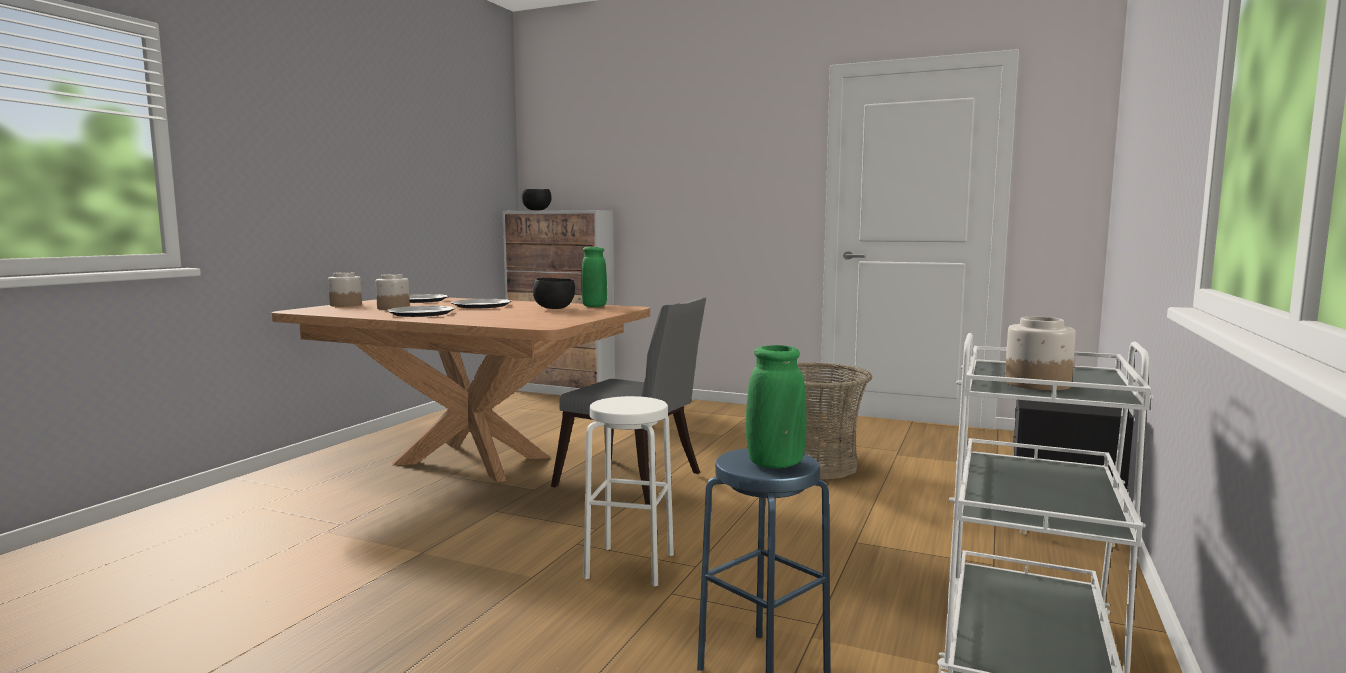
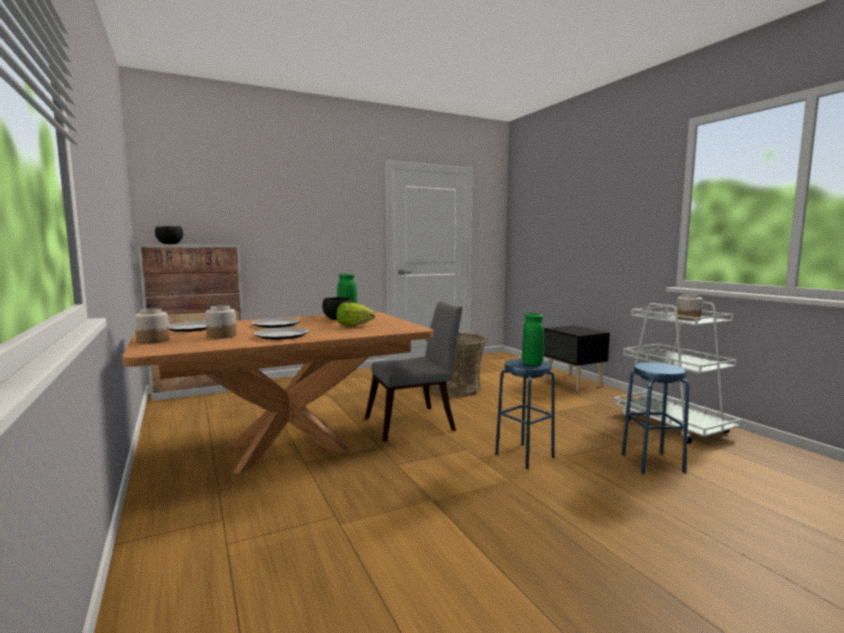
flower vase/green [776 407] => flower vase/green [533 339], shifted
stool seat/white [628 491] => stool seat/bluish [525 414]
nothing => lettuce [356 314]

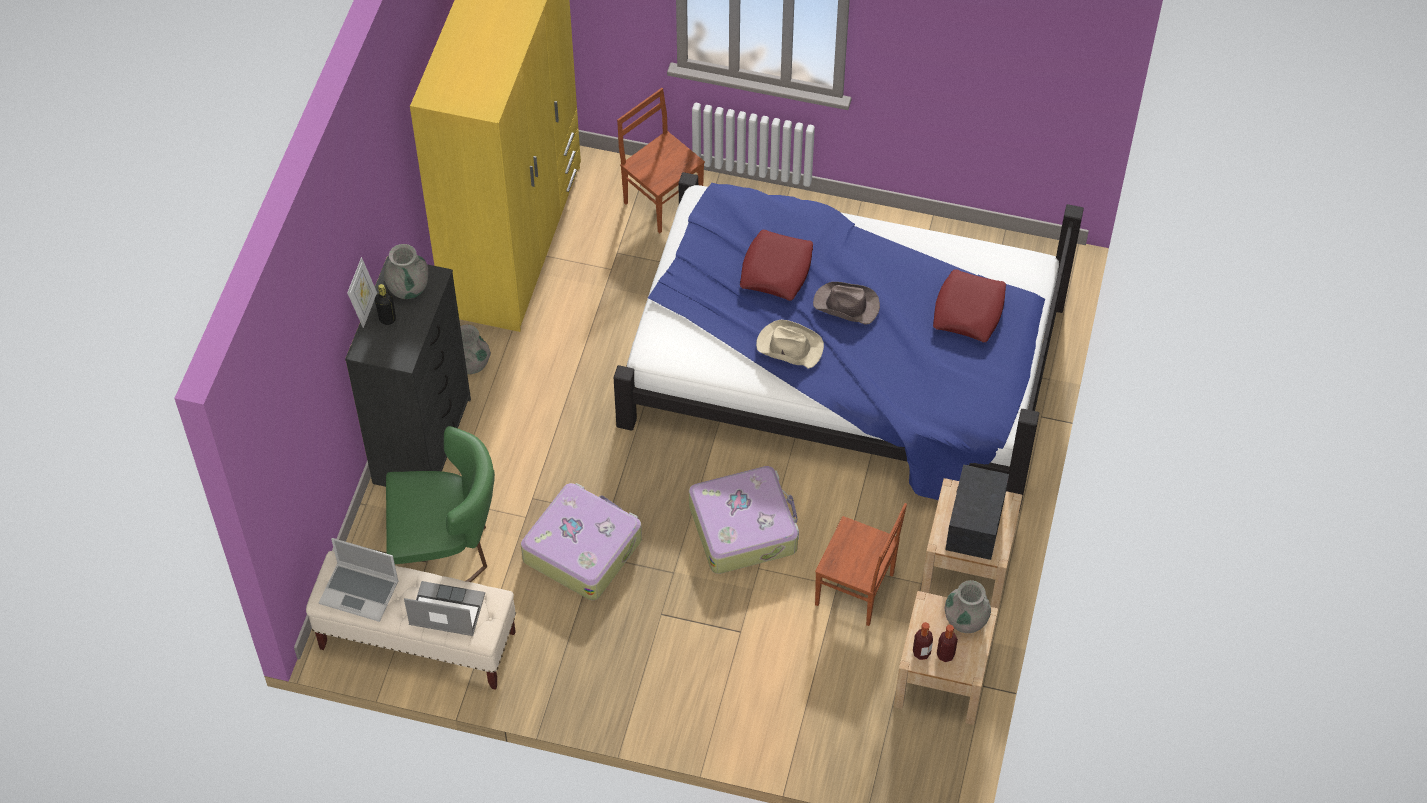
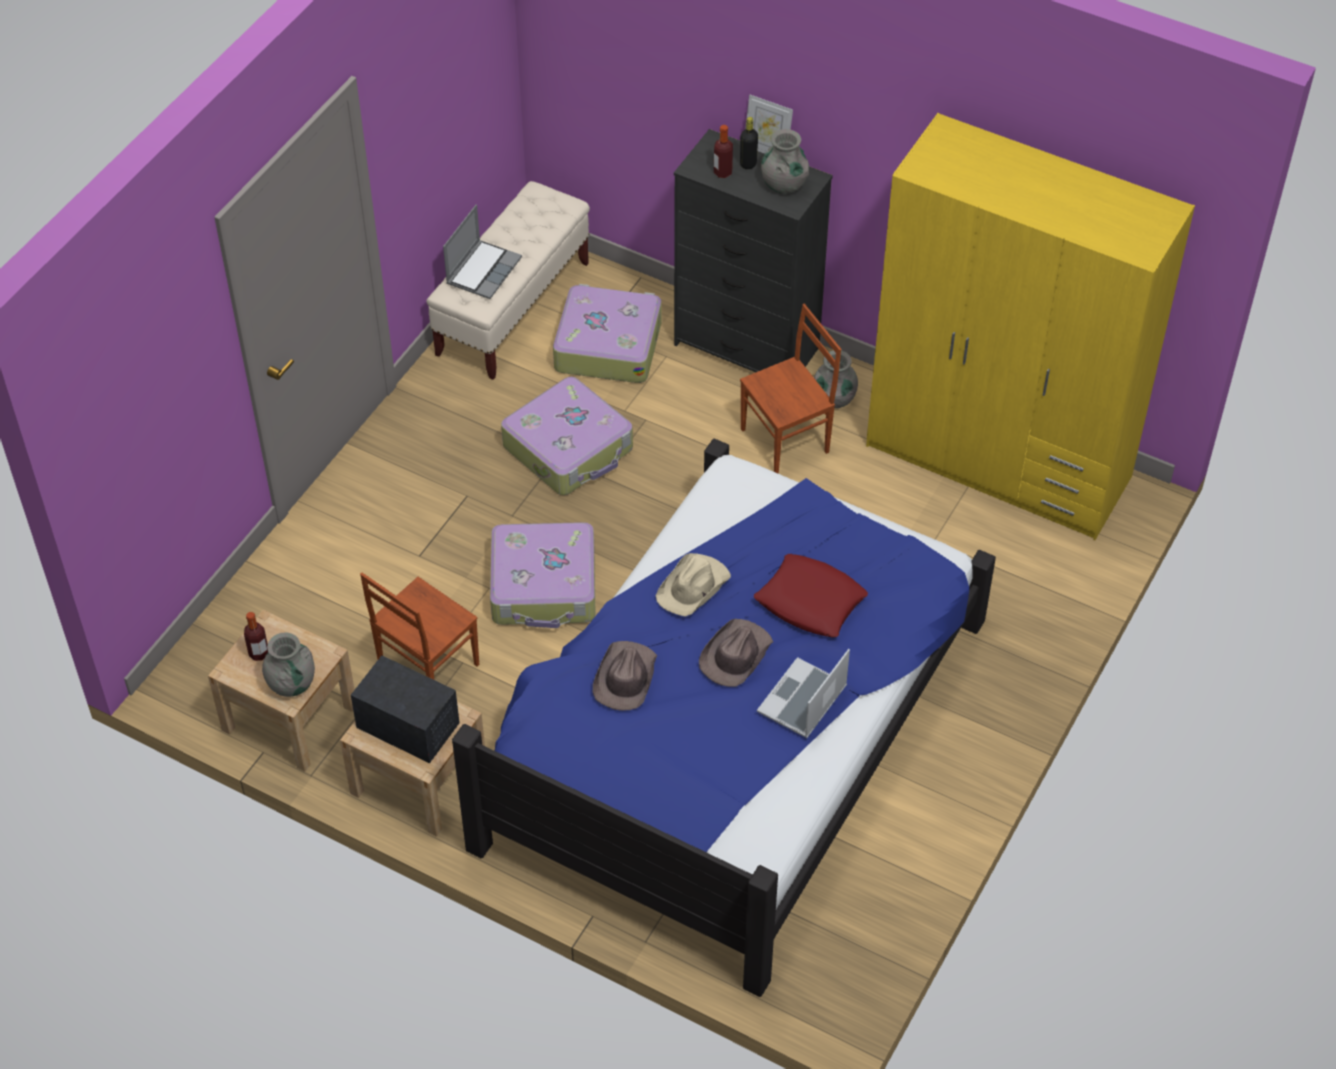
plain chair/brownish [661 160] => plain chair/brownish [790 389], shifted
throw pillow/reddish [969 305] => nothing
plain chair/green [440 504] => piece of luggage [607 333]
notebook computer [359 580] => notebook computer [803 693], shifted
drink bottle [923 641] => drink bottle [723 151], shifted
nothing => wearable hat/brownish [625 676]

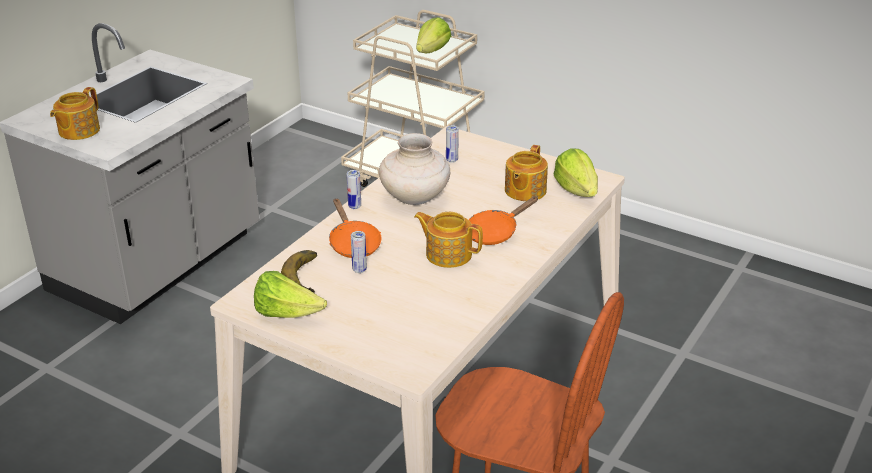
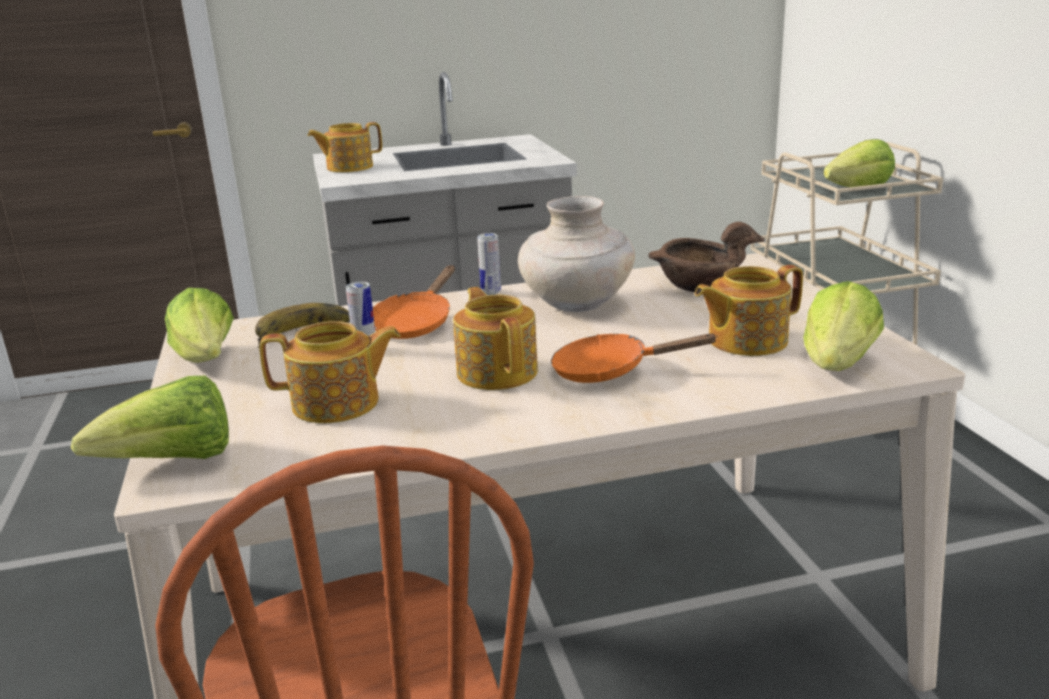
can [452 144] => serving bowl/brownish [706 257]
nothing => teapot [330 372]
nothing => lettuce [150 417]

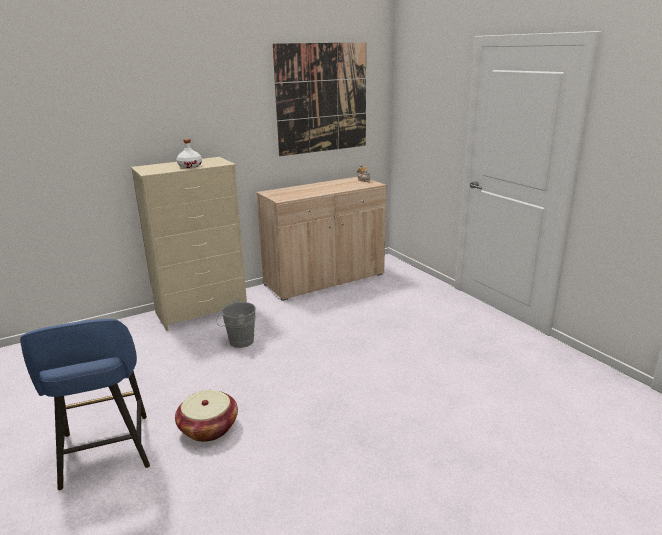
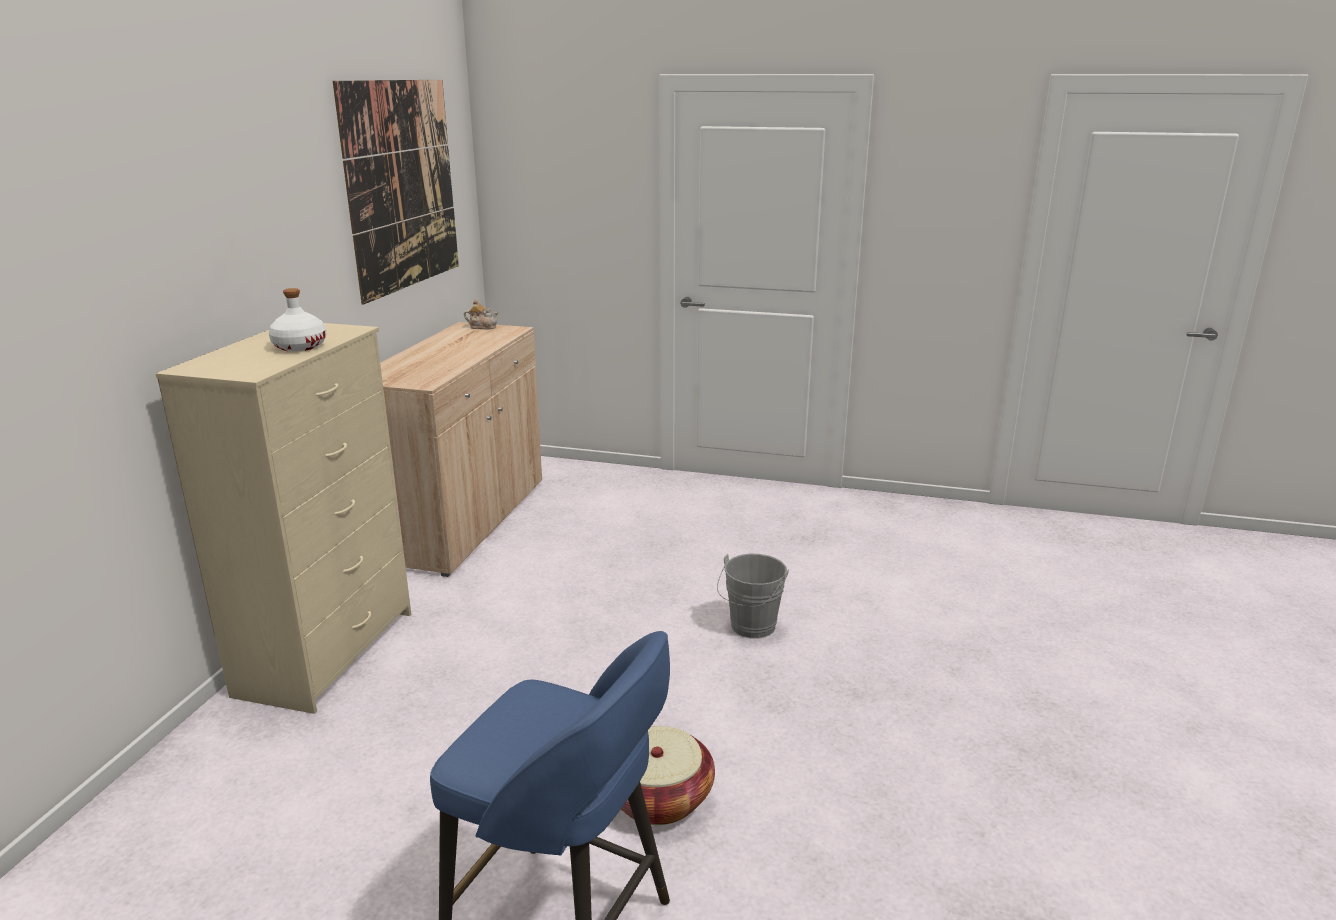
bucket/grey [236 323] => bucket/grey [753 596], shifted

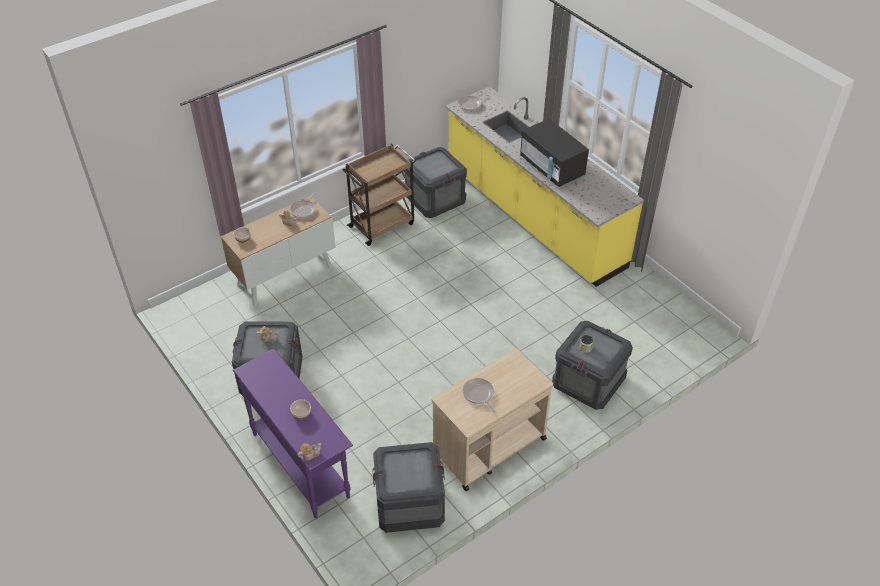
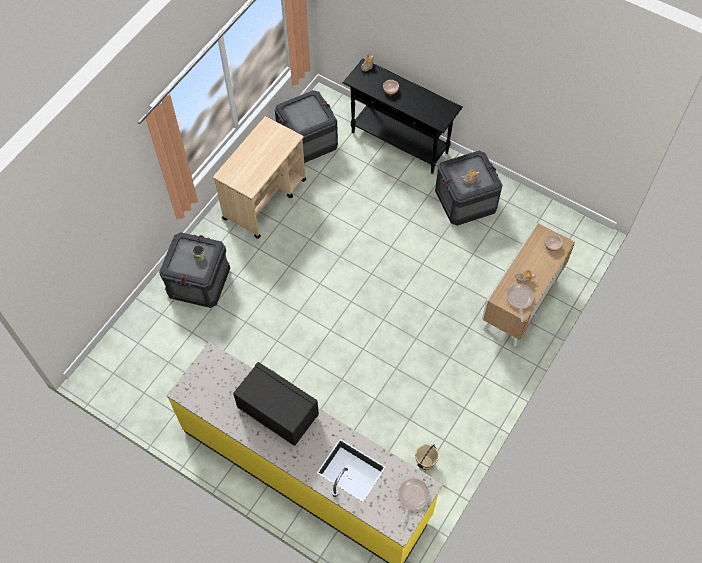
wheeled cart/brownish [379 195] => nothing
crate [435 182] => bucket/beige-coloured [427 457]
hall table/purple-coloured [293 433] => hall table/black-coloured [403 116]
frying pan [480 396] => nothing

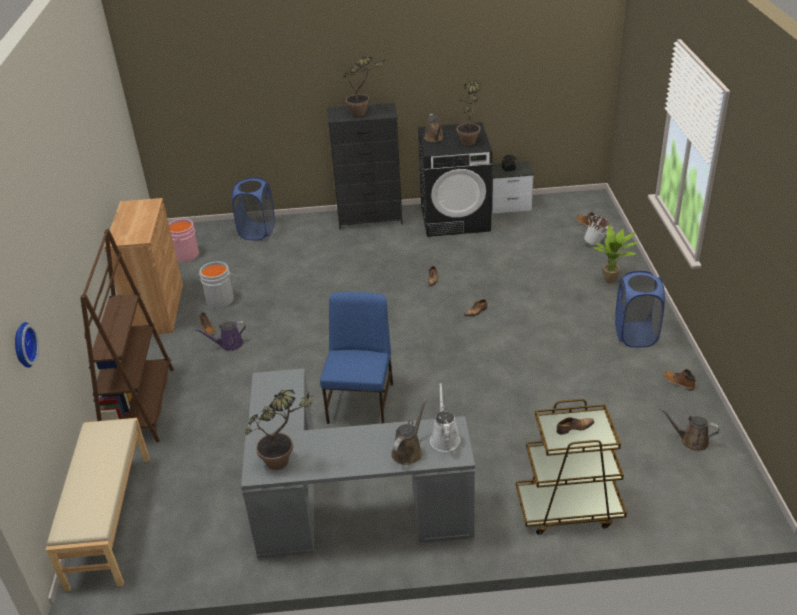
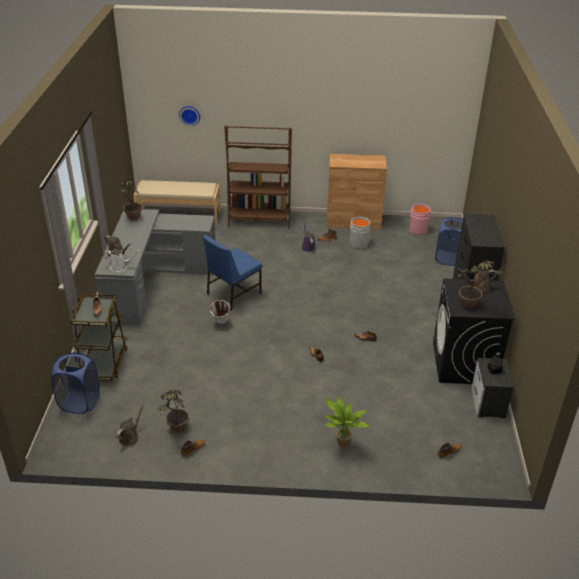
potted plant [362 86] => potted plant [173 411], shifted
bucket/white [598 230] => bucket/white [220 312], shifted
hamper/bluish [640 309] => hamper/bluish [75 383], shifted
plain chair/bluish [356 358] => plain chair/bluish [232 272], 120 degrees clockwise

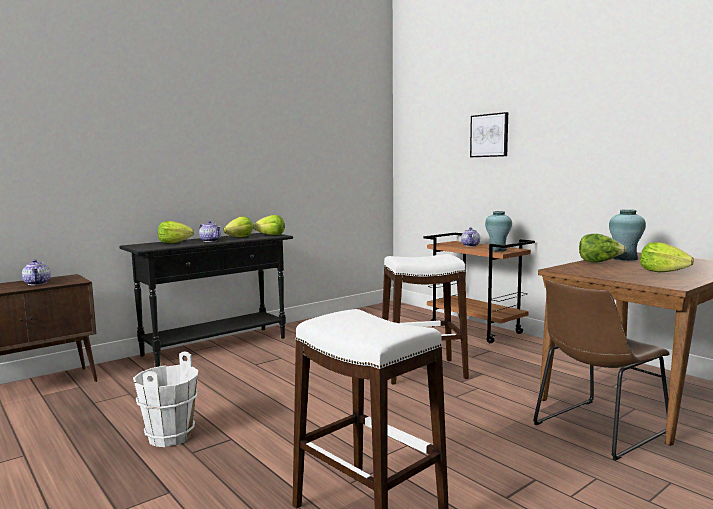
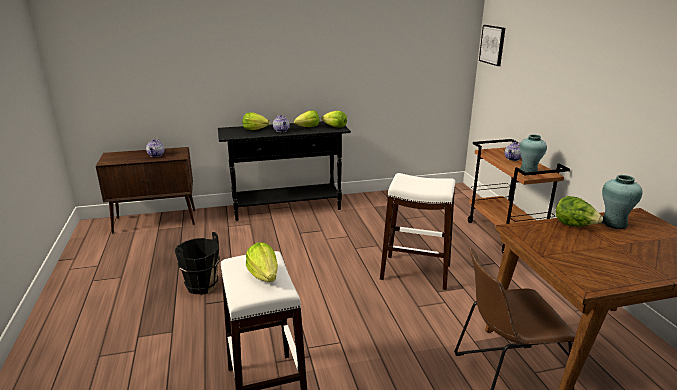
wall picture [489 134] => wall picture [492 45], shifted
lettuce [667 257] => lettuce [262 262], shifted
bucket/white [165 399] => bucket/black-coloured [197 263]

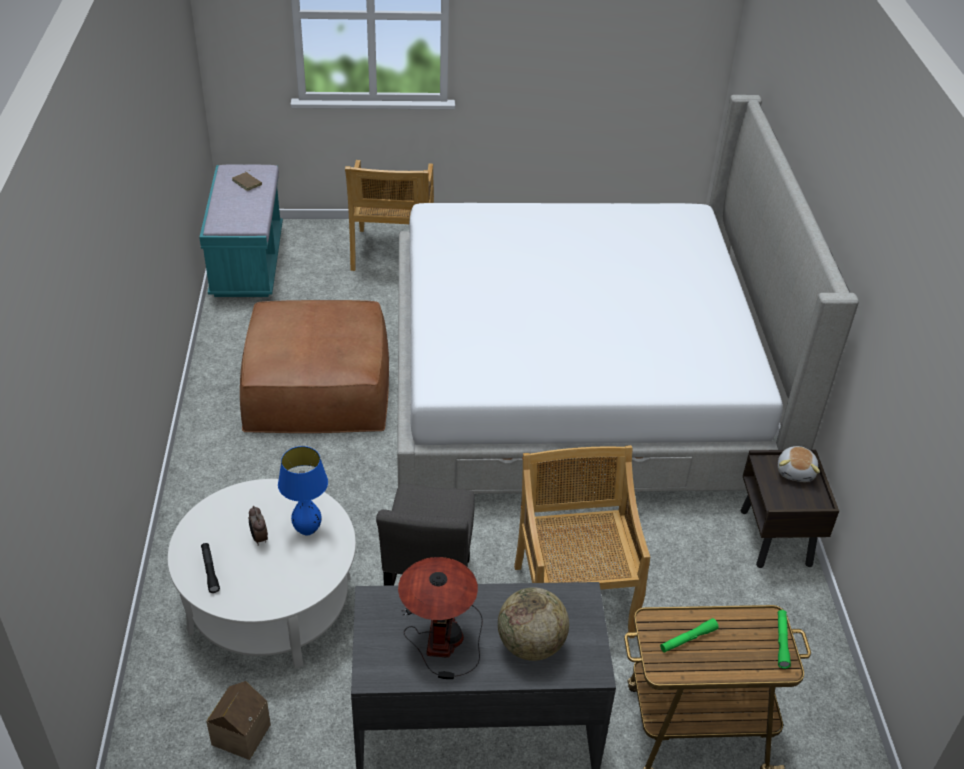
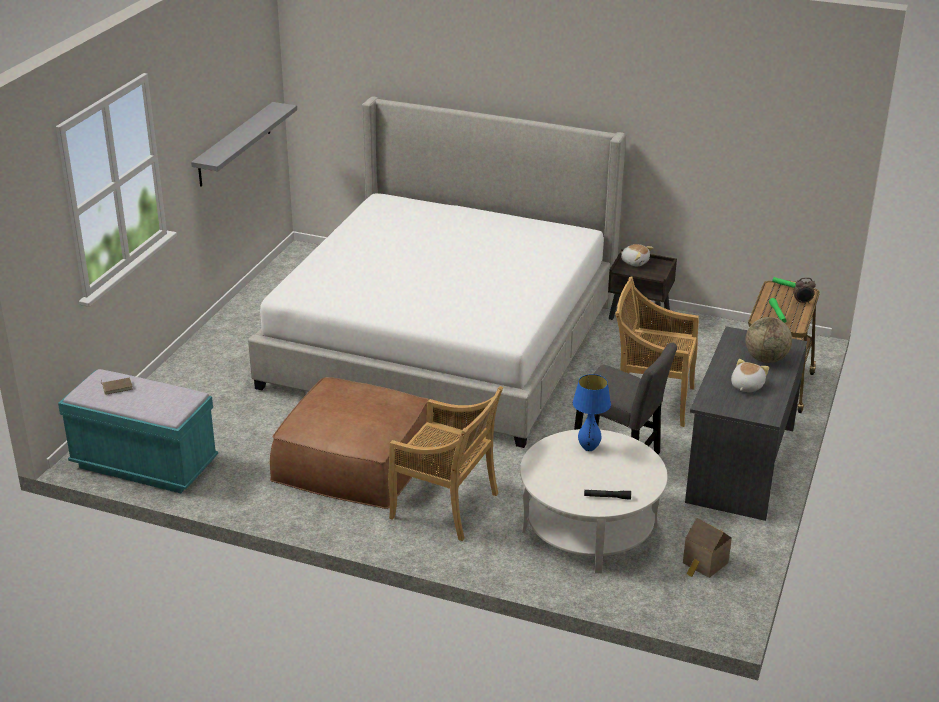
plain chair/beige-coloured [389 215] => plain chair/beige-coloured [445 463], shifted
table clock [258 526] => table clock [804 290], shifted
table lamp [440 618] => plush toy [750 375]
nothing => bracket shelf/grey [244 144]

